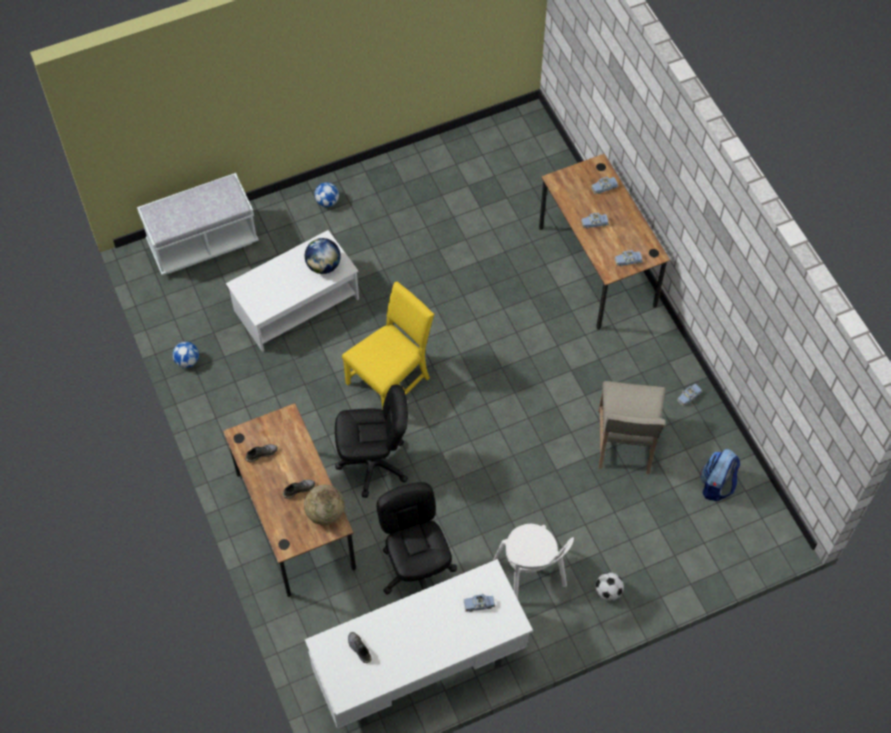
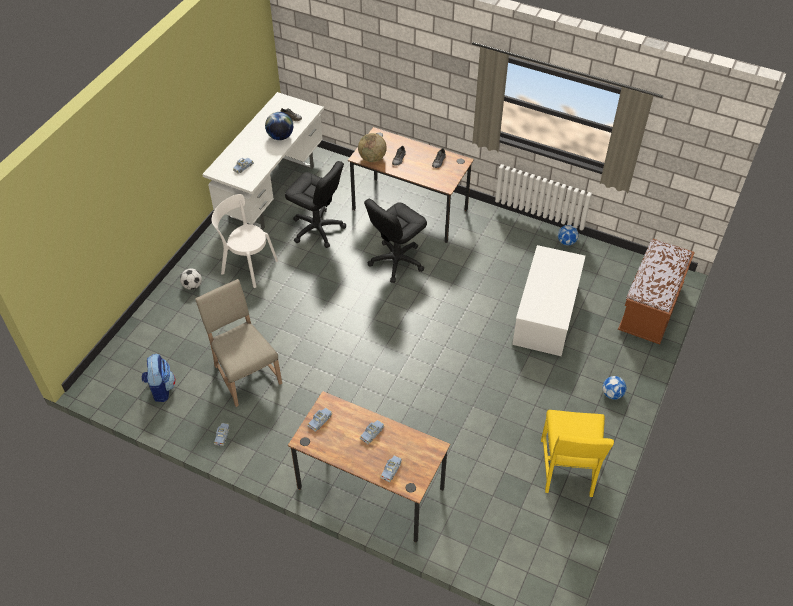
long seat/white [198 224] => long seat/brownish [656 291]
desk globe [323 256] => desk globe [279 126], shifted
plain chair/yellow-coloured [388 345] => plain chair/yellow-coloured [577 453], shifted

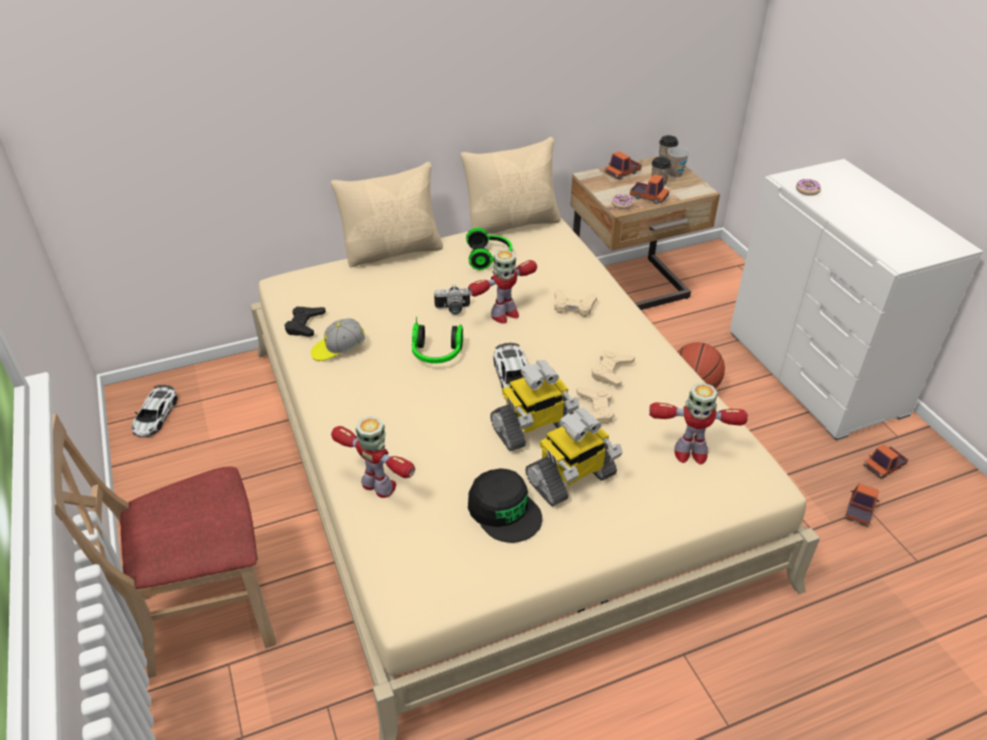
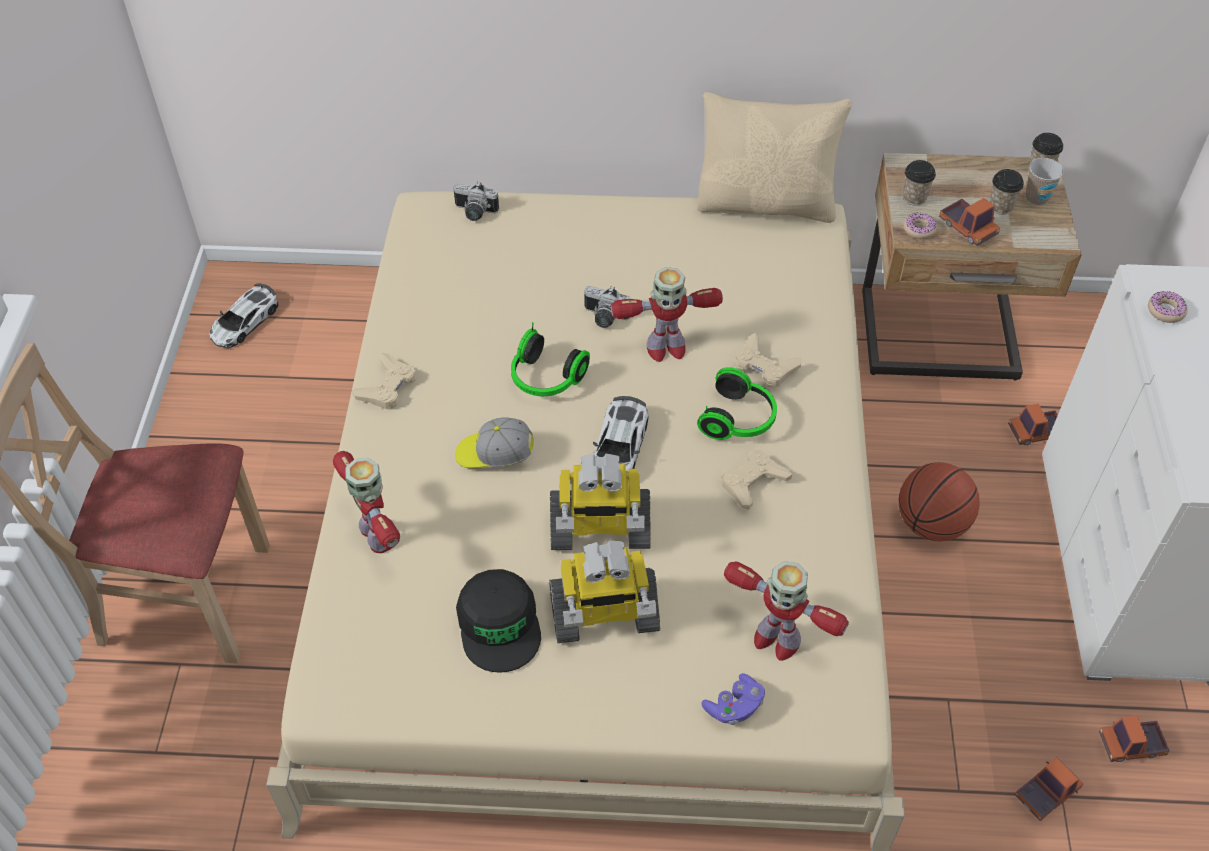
toy truck [623 165] => toy truck [1033 424], shifted
throw pillow/beige-coloured [387 214] => nothing
headset [489 249] => headset [737 403], shifted
joypad/black-coloured [305 322] => nothing
baseball cap [338 339] => baseball cap [494 442], shifted
joypad/beige-coloured [595 405] => joypad/beige-coloured [384 381], shifted
nothing => cup [919 183]
nothing => still camera [476 201]
nothing => joypad/purple-coloured [733 699]

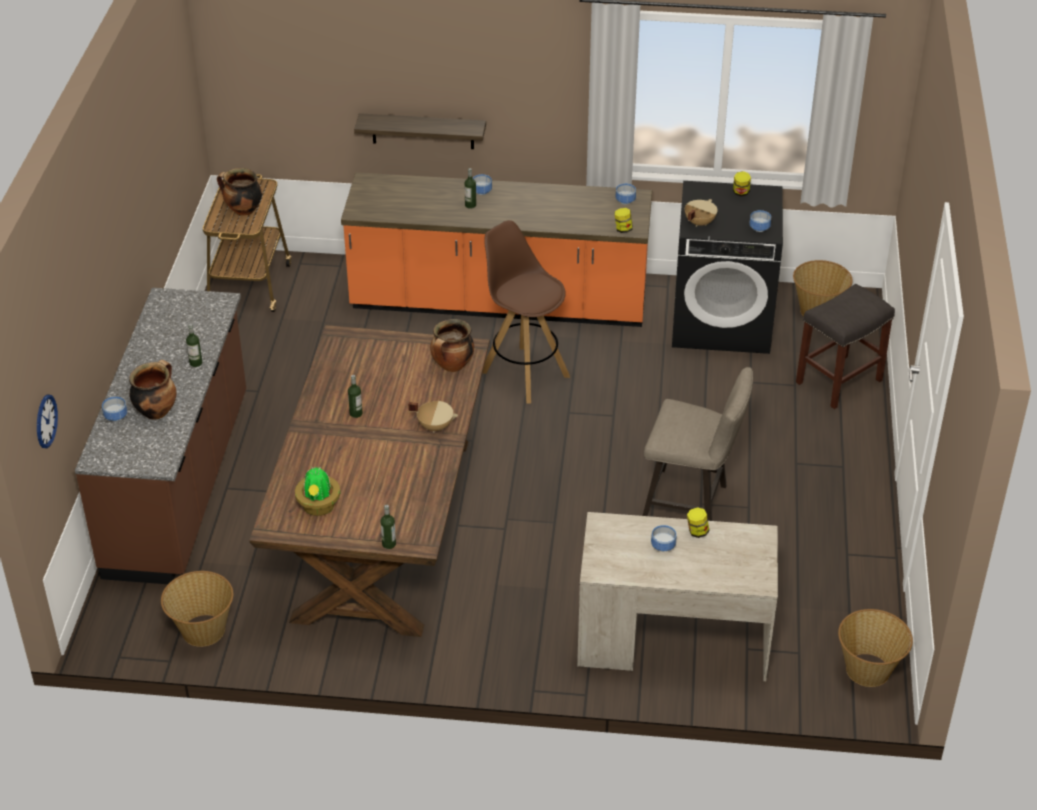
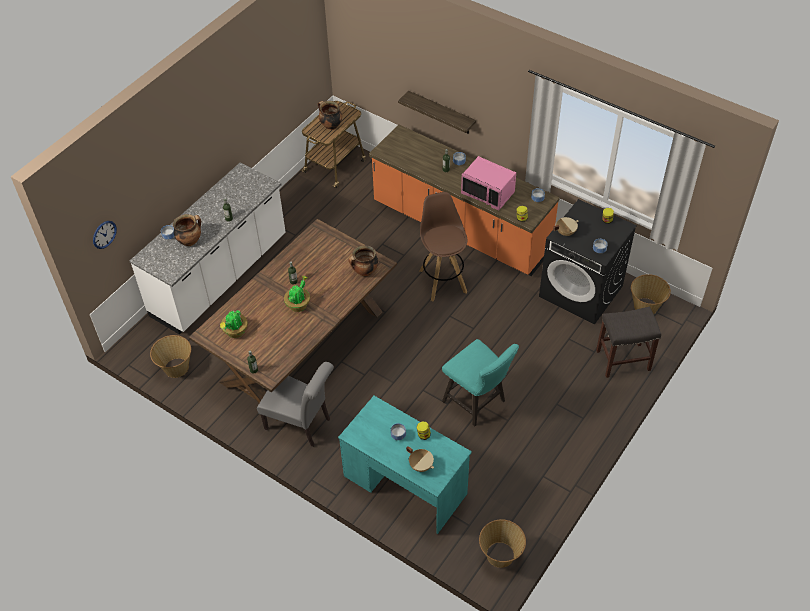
kitchen counter/brownish [160 436] => kitchen counter/white [208 248]
stool seat/beige-coloured [698 444] => stool seat/turquoise [480 382]
cooking pot/beige-coloured [433 417] => cooking pot/beige-coloured [420 459], shifted
desk table/beige-coloured [677 596] => desk table/turquoise [405 465]
nothing => microwave oven/pink [488 183]
nothing => potted plant [297 294]
nothing => plain chair/grey [295 404]

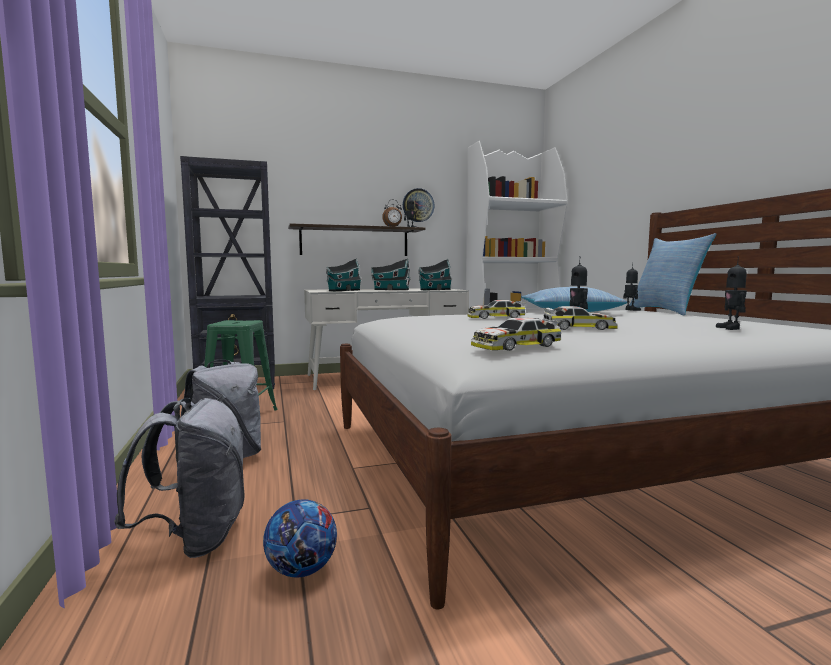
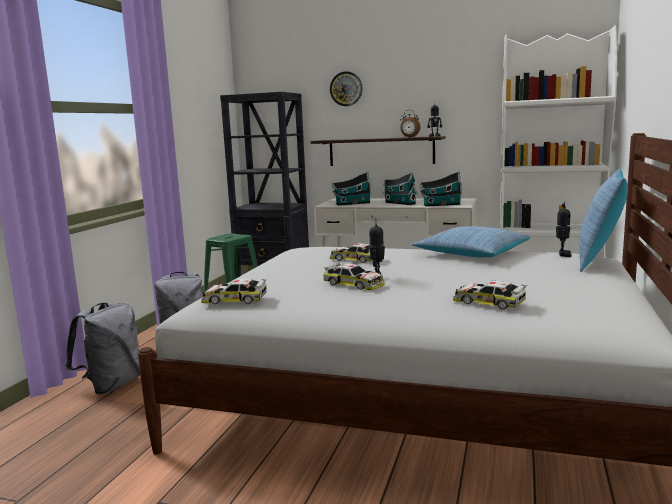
hanging clock [419 205] => hanging clock [346 88], shifted
model robot [731 293] => model car [490 295]
ball for football [300 538] => nothing

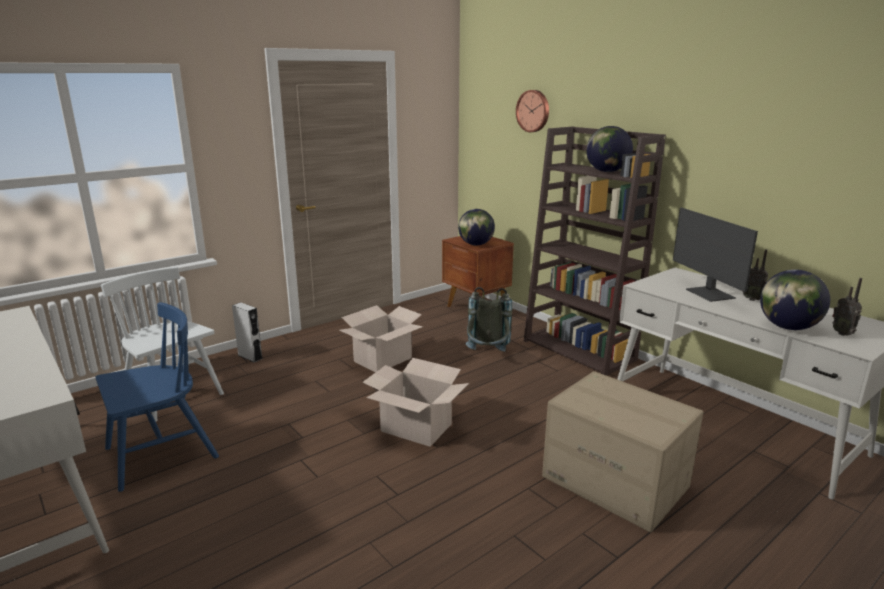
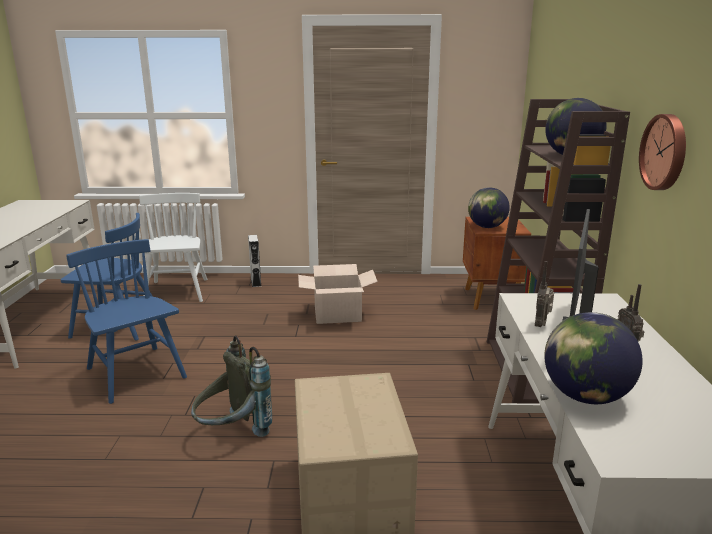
hanging clock [532 111] => hanging clock [662 152], shifted
radio [847 307] => radio [544 294], shifted
backpack/grey [488 319] => backpack/grey [231 386], shifted
packing box [415 402] => nothing
nothing => plain chair/bluish [126 321]

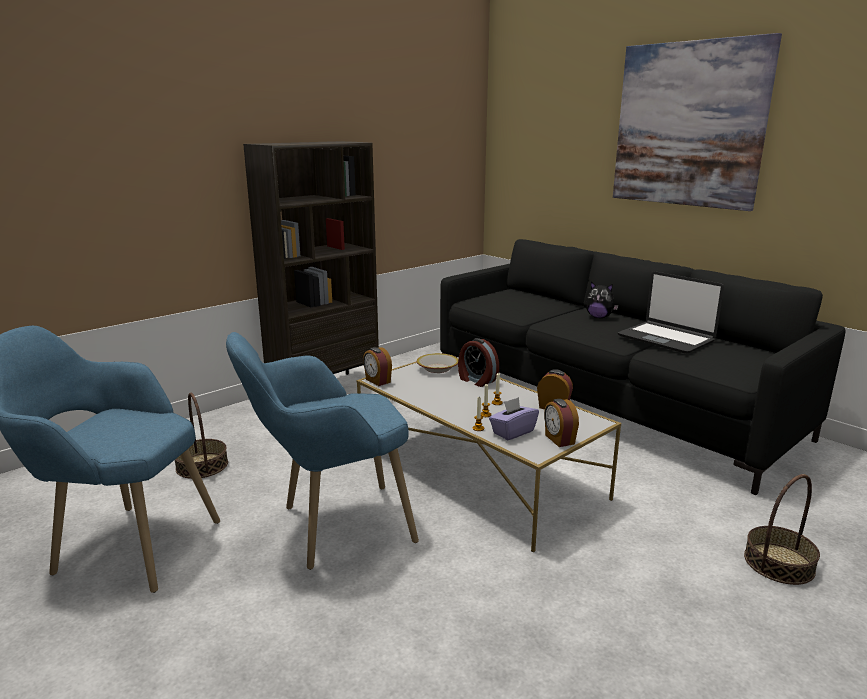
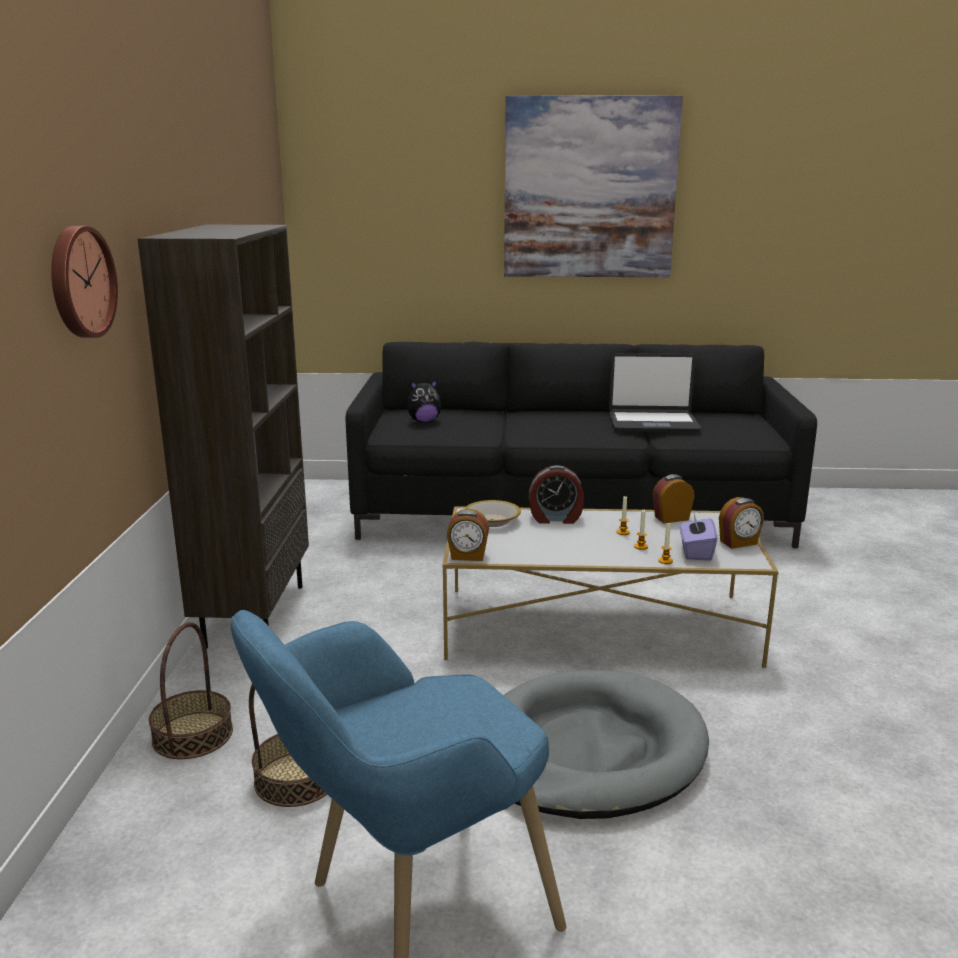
plush toy [602 300] => plush toy [424 401], shifted
lounge chair/bluish [322 451] => pet bed/grey [606 744]
table clock [561 423] => table clock [741 523], 45 degrees counterclockwise
household basket [782 529] => household basket [191 690], shifted
nothing => hanging clock [84 282]

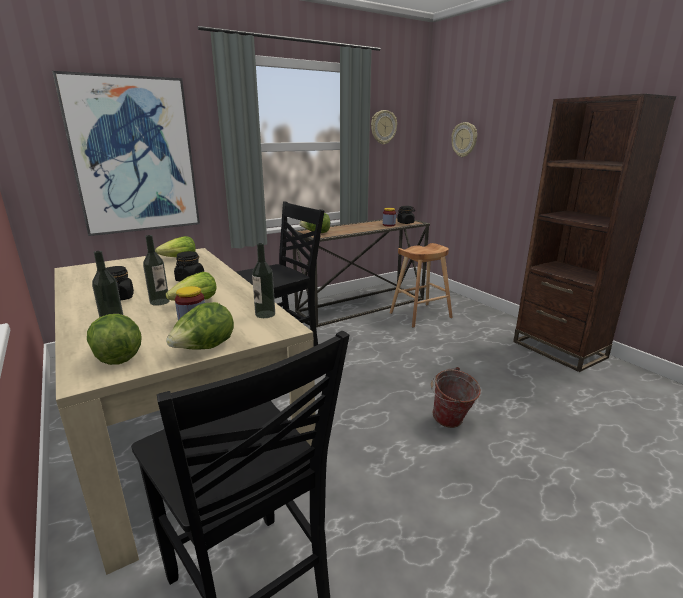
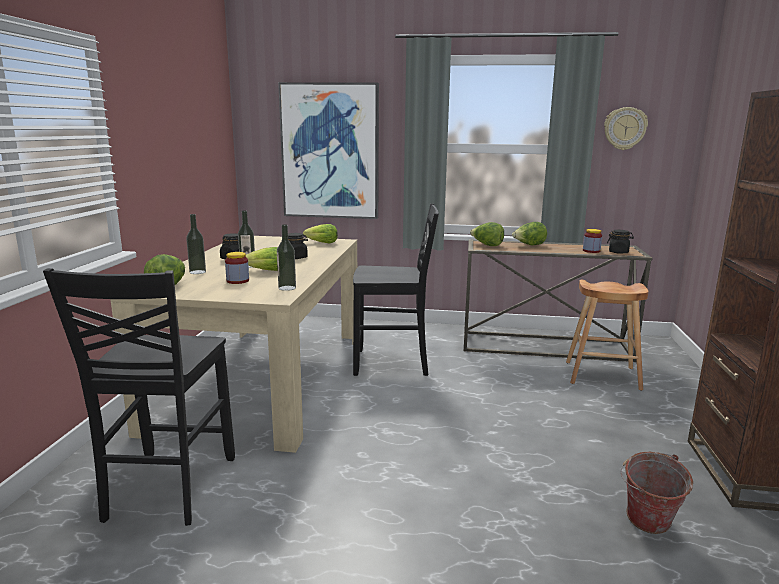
hanging clock [464 139] => nothing
lettuce [200 326] => lettuce [529 233], shifted
bucket [456 397] => bucket [656 493], shifted

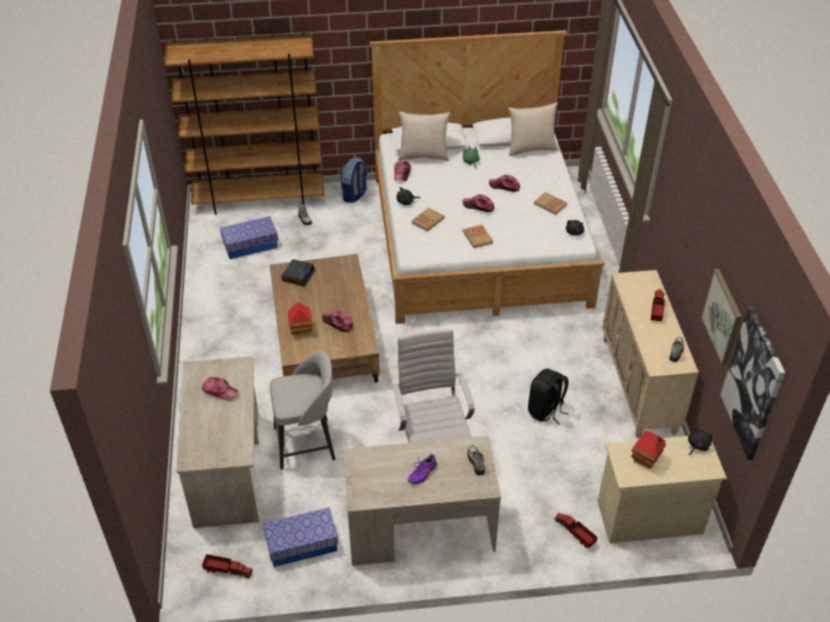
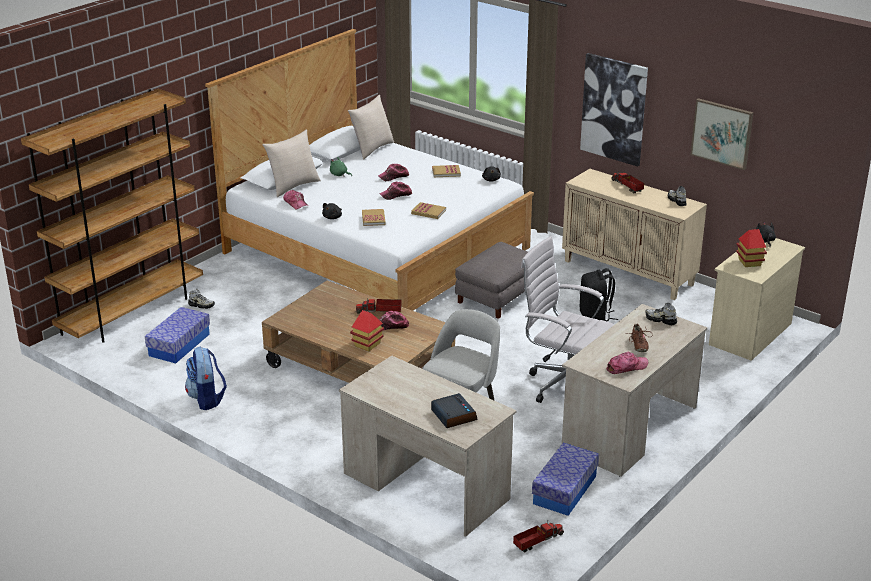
backpack [354 180] => backpack [206 378], shifted
table clock [298 273] => table clock [454 410], shifted
wall picture [752 383] => wall picture [614 110], shifted
baseball cap [220 389] => baseball cap [627 363], shifted
item of footwear/purple-coloured [422 469] => item of footwear/brownish [639 338]
toy truck [576 530] => toy truck [378 305], shifted
nothing => footrest/grey [491 280]

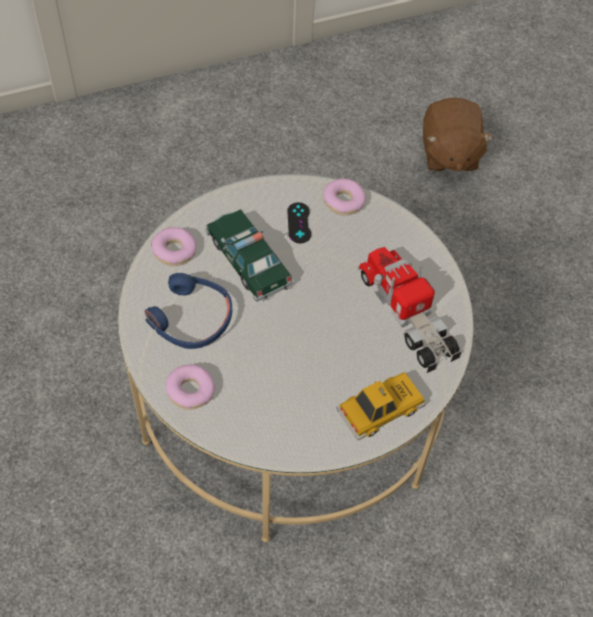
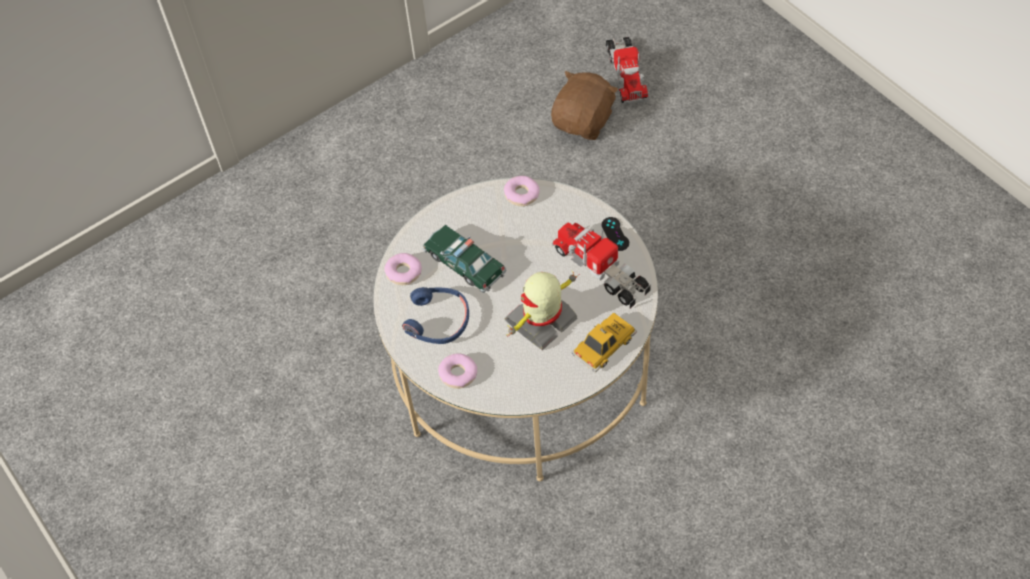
plush toy/brownish [458 134] => plush toy/brownish [584 105], 135 degrees counterclockwise
joypad/black-coloured [299 222] => joypad/black-coloured [615 234], shifted
nothing => toy truck [627 70]
nothing => model robot [542 310]

